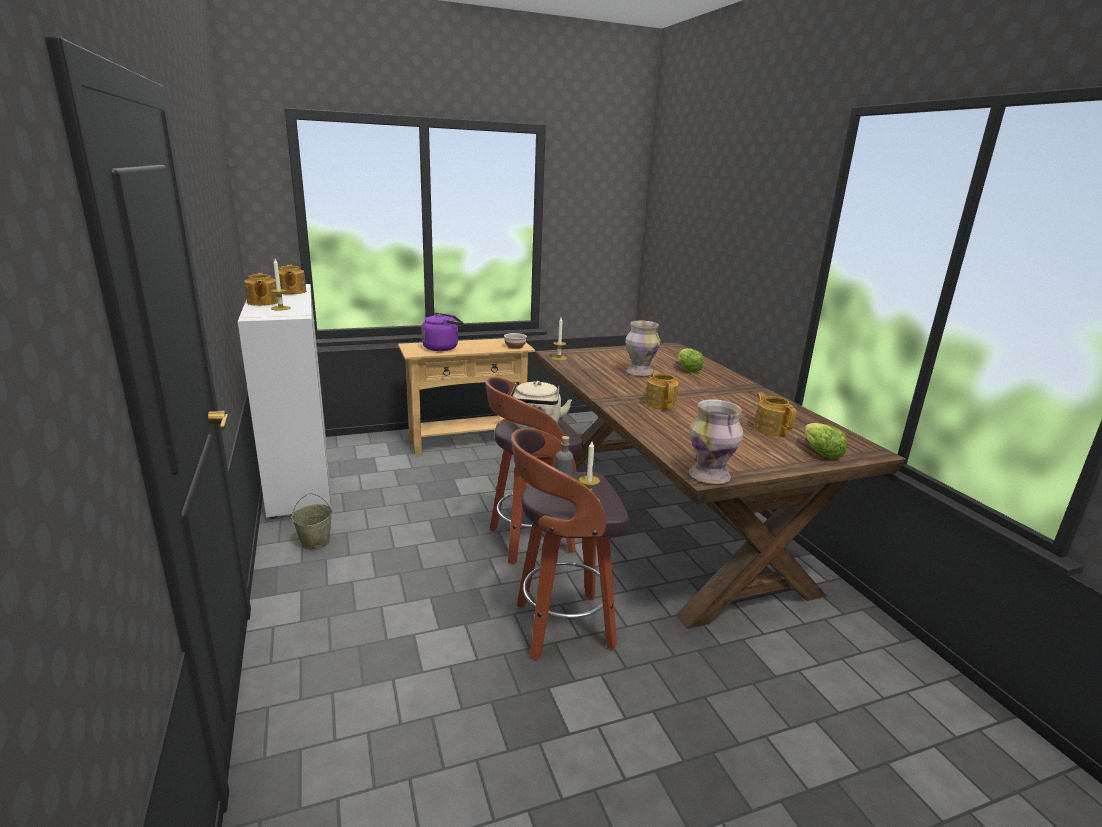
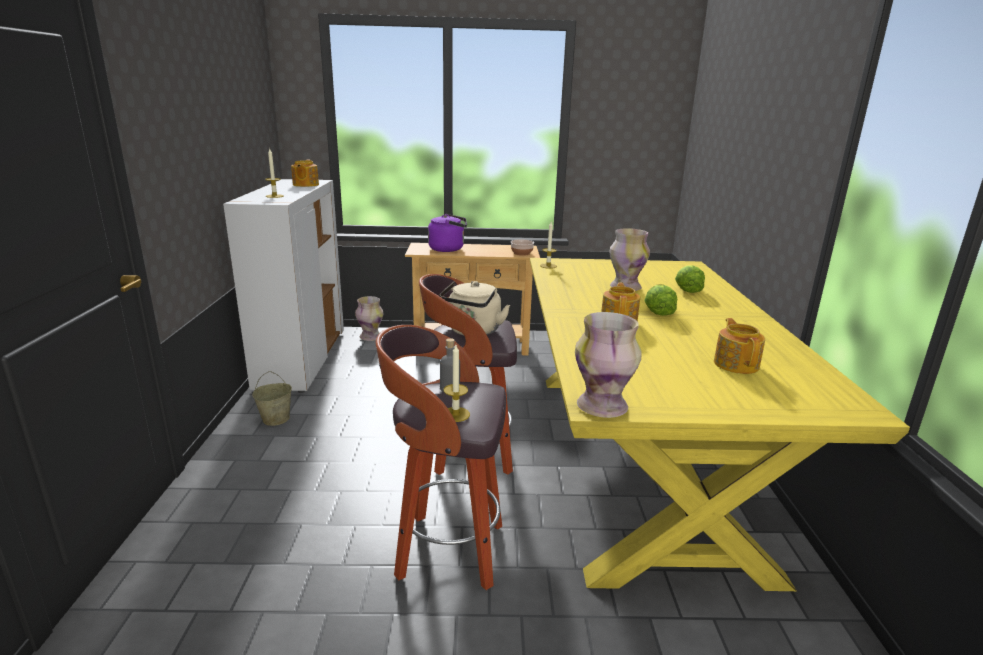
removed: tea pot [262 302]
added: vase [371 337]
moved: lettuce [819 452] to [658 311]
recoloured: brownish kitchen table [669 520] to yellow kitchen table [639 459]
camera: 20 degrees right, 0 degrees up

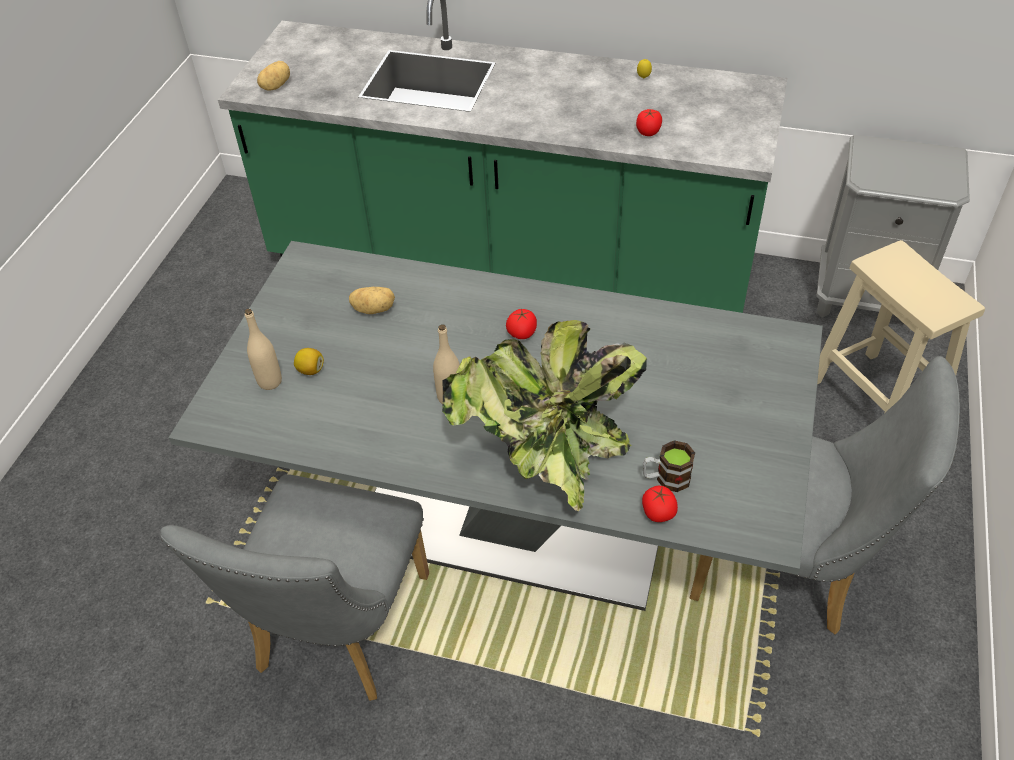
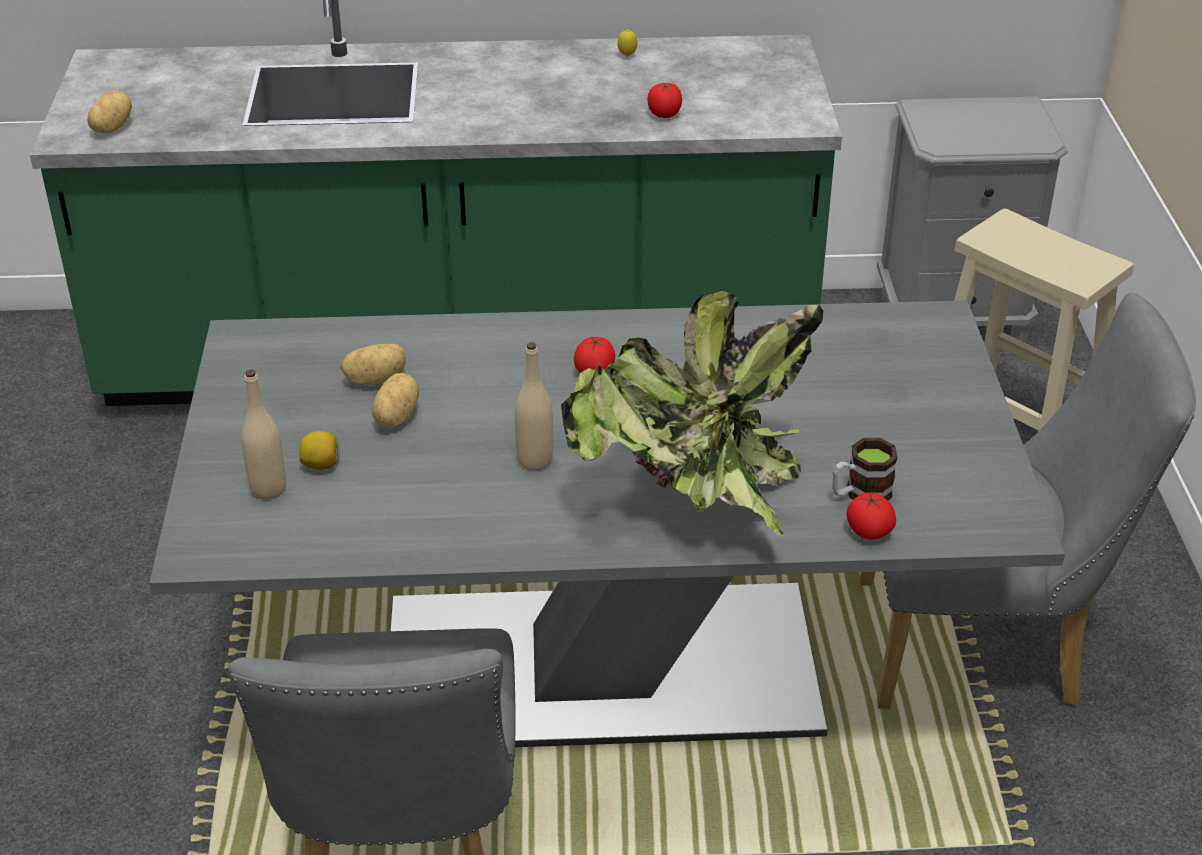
added: potato [394 417]
camera: 20 degrees left, 10 degrees down

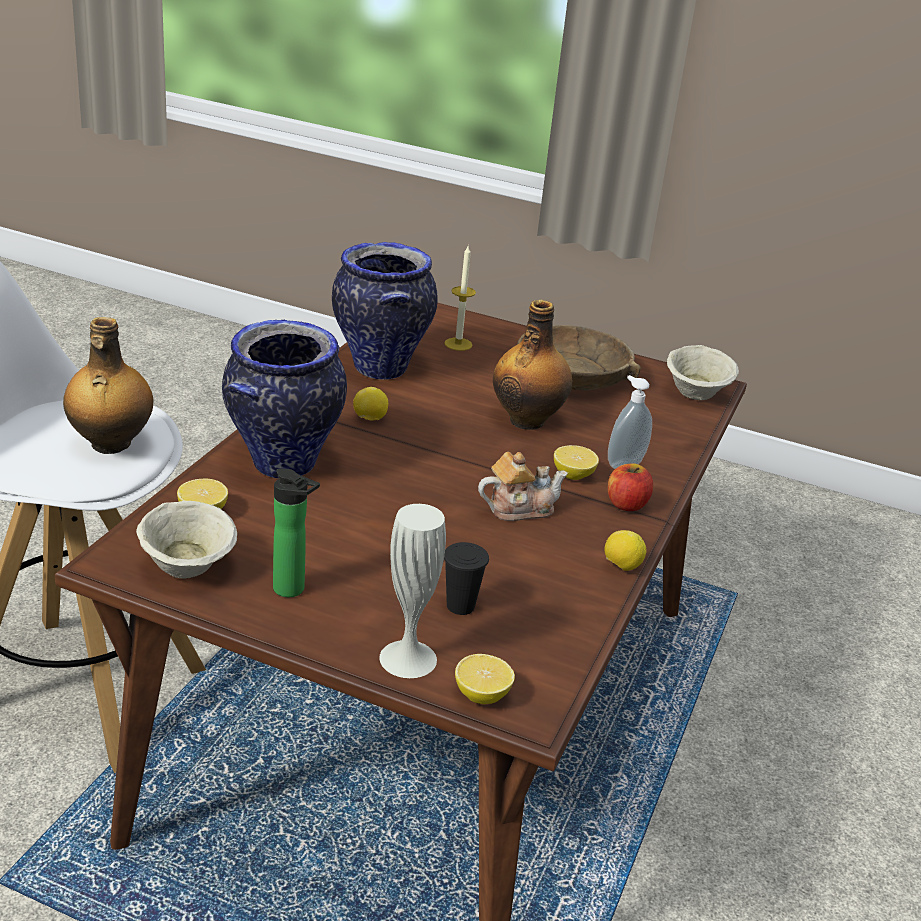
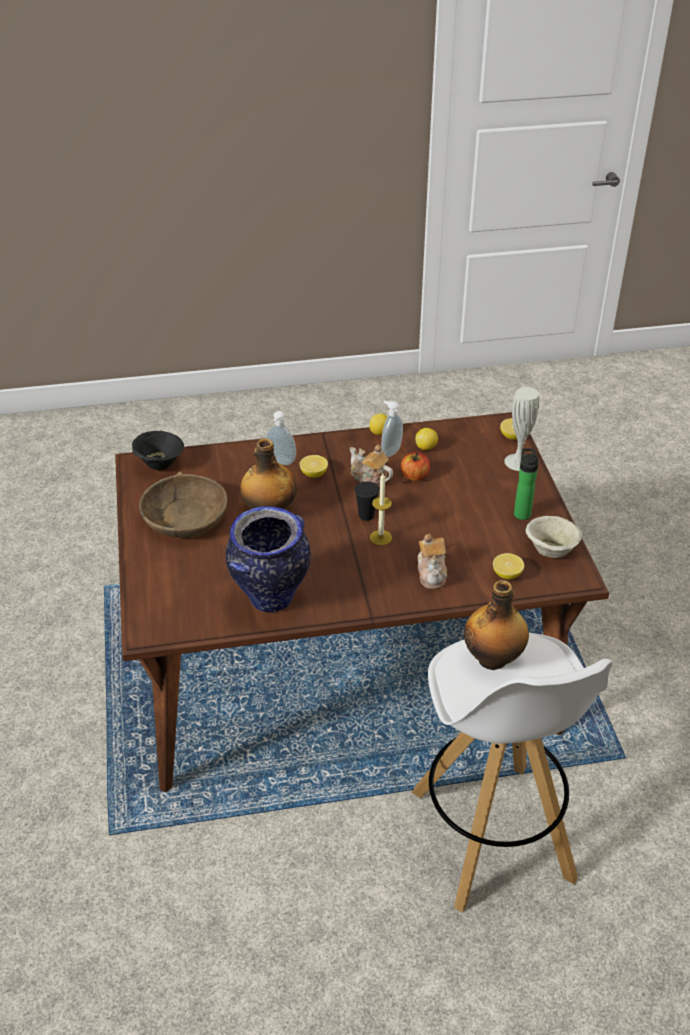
added: soap bottle [390 451]
moved: black cup [460 606] to [366 515]; wax candle [458 344] to [380 537]; apple fruit [626 504] to [414 476]; lemon [369 419] to [426 447]
replaced: vase [283 465] to tea pot [432 573]
recoloured: beige-coloured bowl [696 394] to black bowl [159 464]
camera: 120 degrees left, 10 degrees up

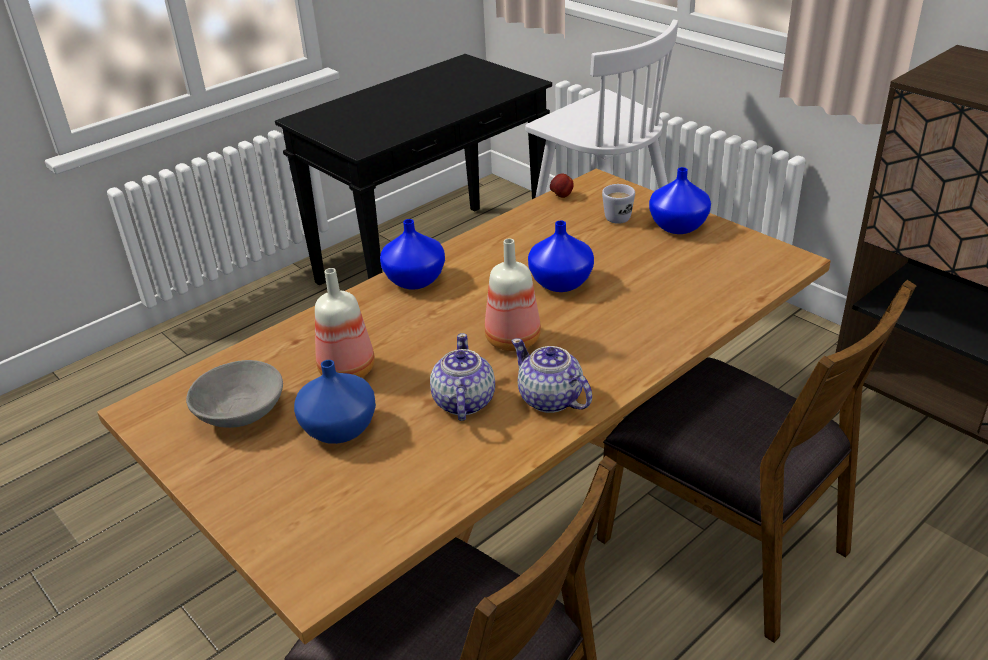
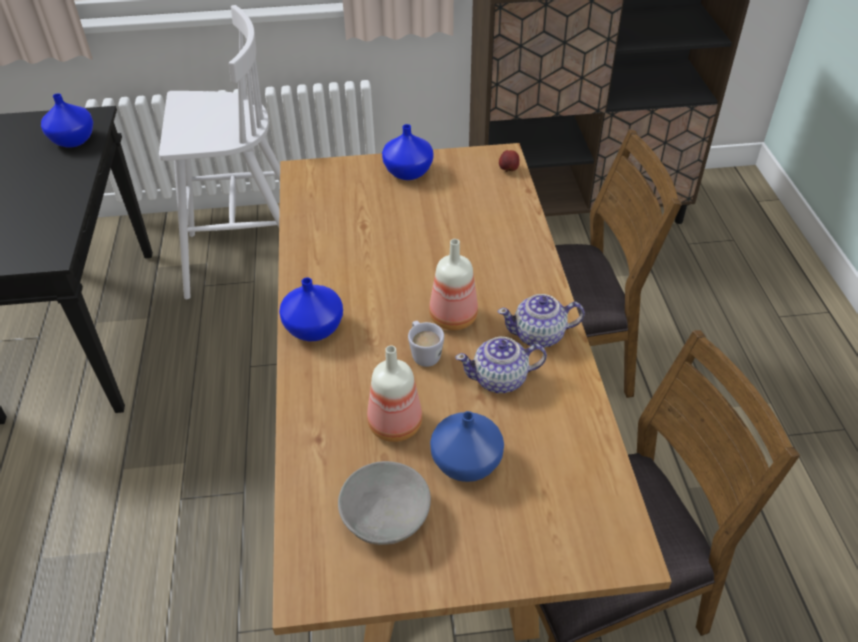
moved: bluish vase [562 282] to [74 140]; whitish mug [620 216] to [424 353]; apple fruit [561 196] to [508 170]
turned: tea pot [463 402] = [500 379] 45 degrees counterclockwise
camera: 55 degrees left, 10 degrees up

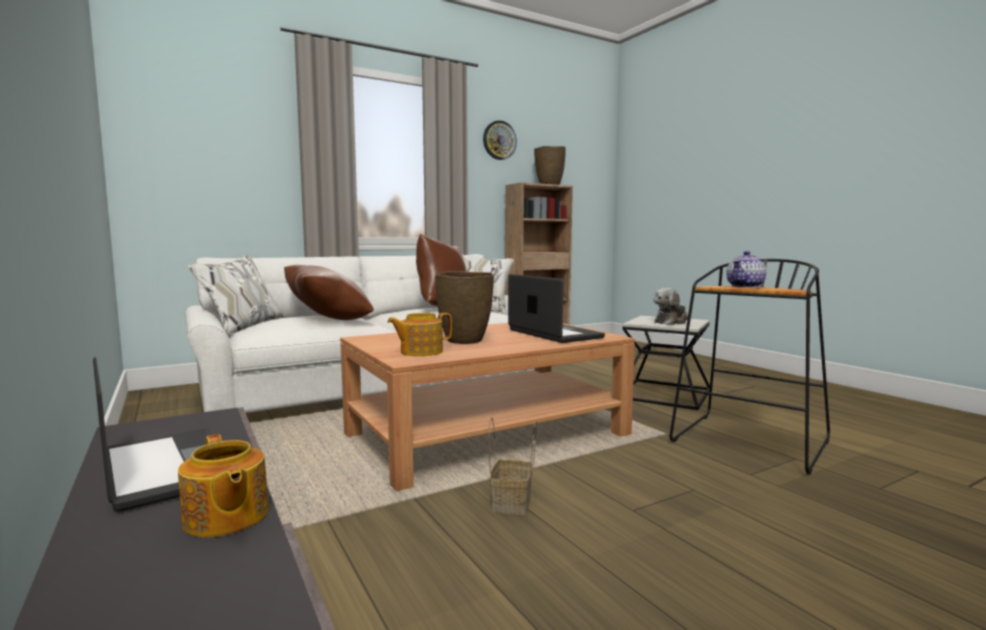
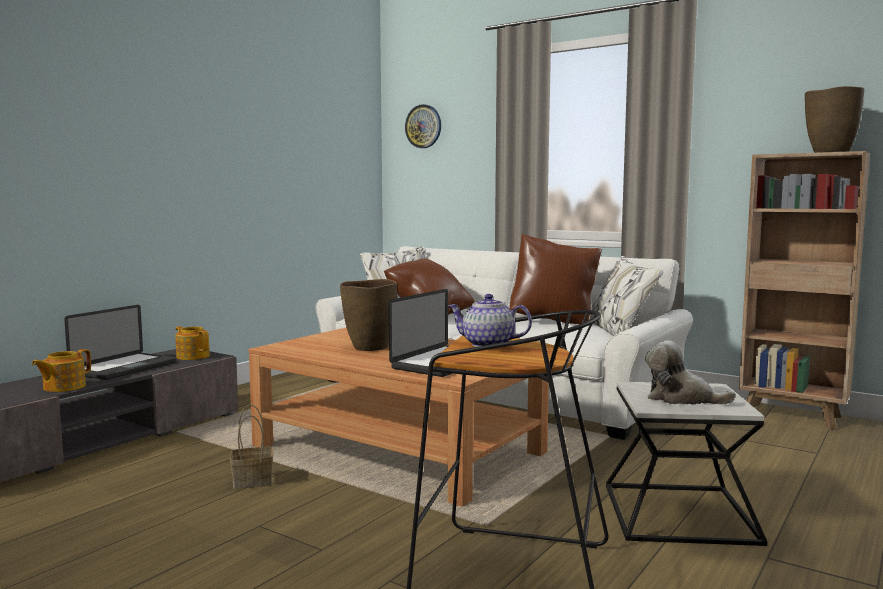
moved: tea pot [420 352] to [193 356]; wall clock [499 140] to [423 126]
camera: 65 degrees right, 0 degrees up

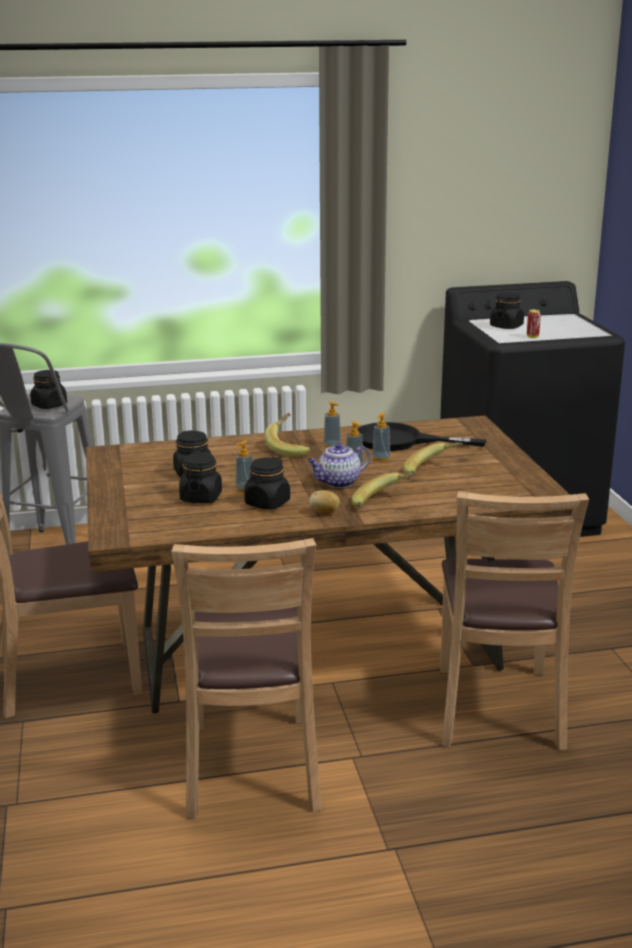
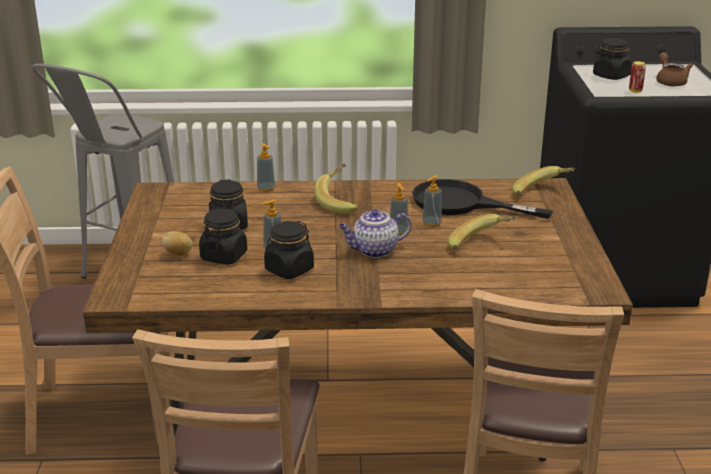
removed: black preserve jar [49 405]
added: brownish tea pot [670 81]
moved: potato [324 513] to [178 254]; soap bottle [332 446] to [266 189]; banana [383 503] to [542 193]
camera: 10 degrees right, 5 degrees up

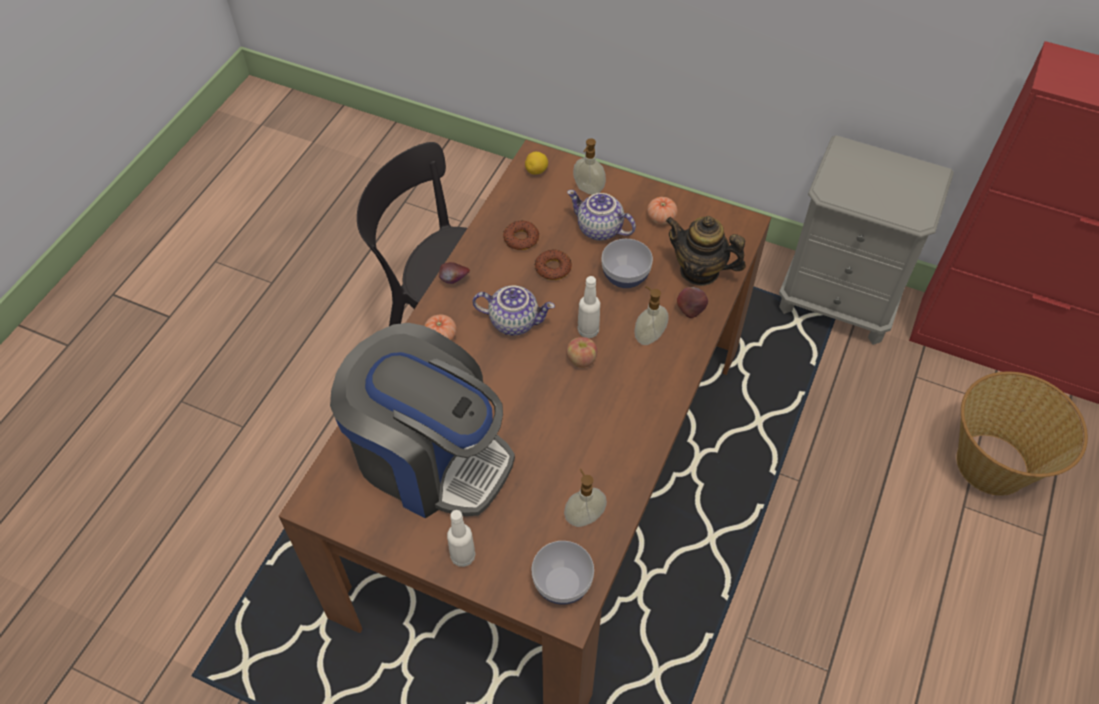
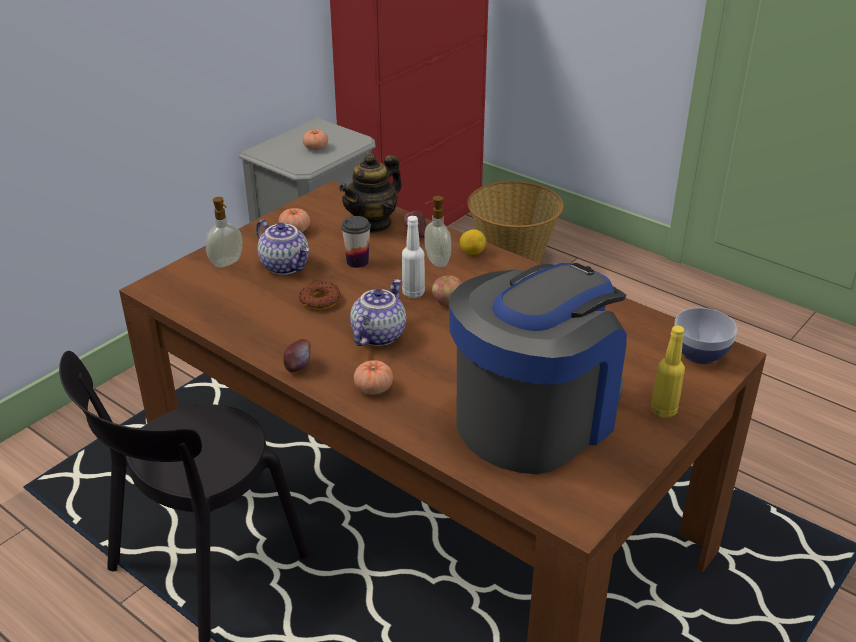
removed: donut [521 239]; soap bottle [584 517]
added: fresh tomato [316 148]
moved: lemon [536 171] to [472 253]
replaced: bowl [625 277] to cup [357 262]
recoloured: whitish beverage bottle [463 556] to yellow beverage bottle [664 410]
turned: tea pot [598 229] = [286 266] 90 degrees counterclockwise
camera: 75 degrees left, 20 degrees down

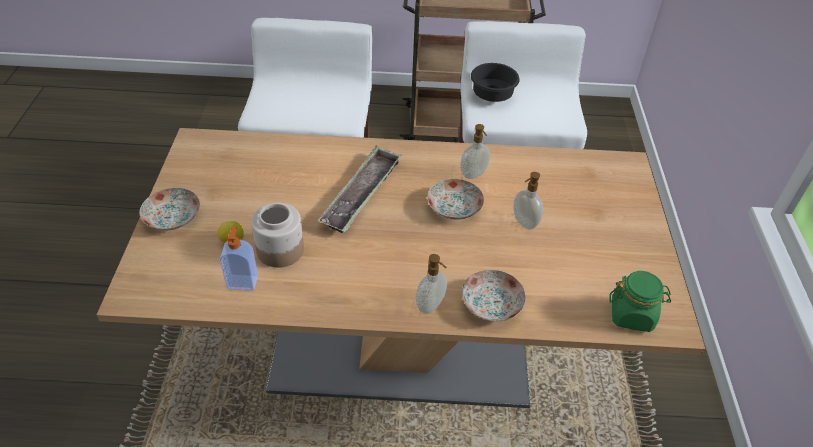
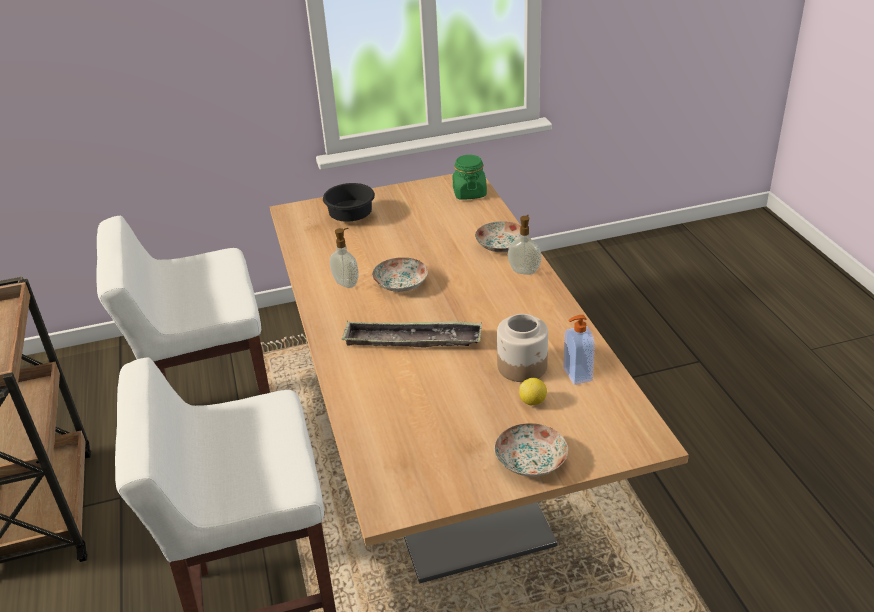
removed: soap bottle [524 223]
moved: black bowl [493 96] to [352 216]
camera: 105 degrees left, 10 degrees down

